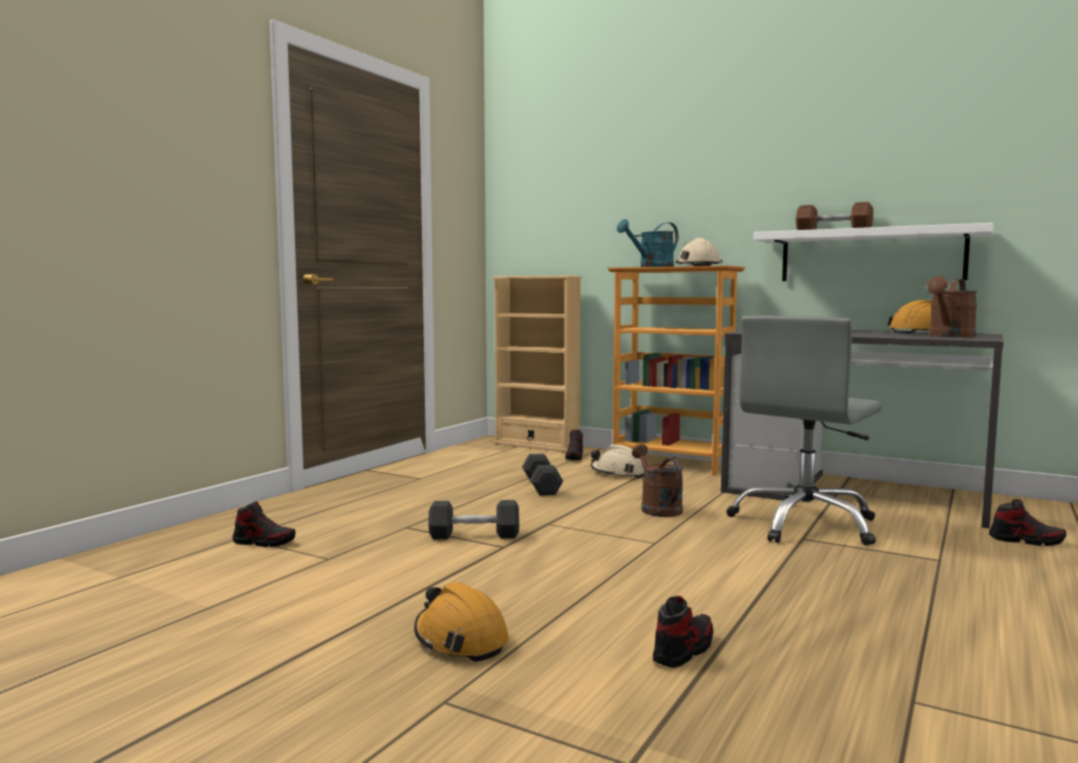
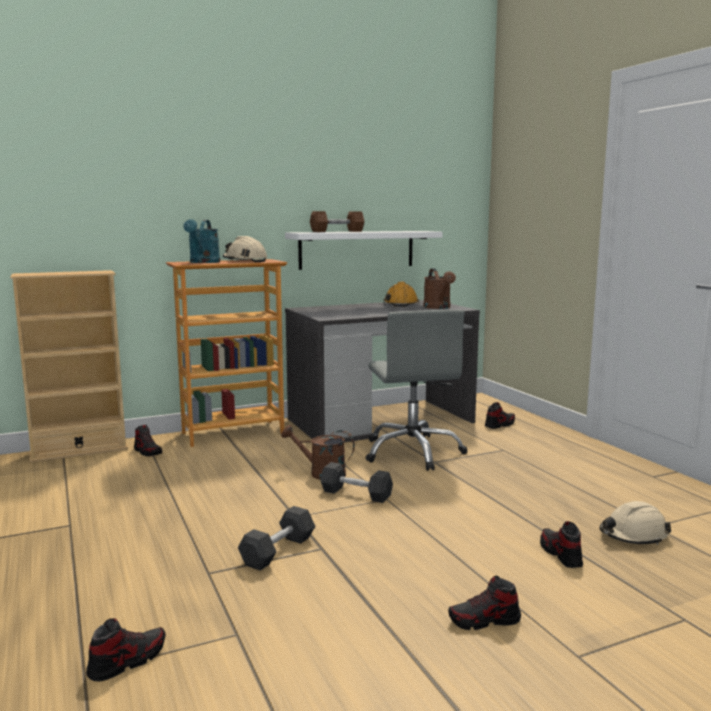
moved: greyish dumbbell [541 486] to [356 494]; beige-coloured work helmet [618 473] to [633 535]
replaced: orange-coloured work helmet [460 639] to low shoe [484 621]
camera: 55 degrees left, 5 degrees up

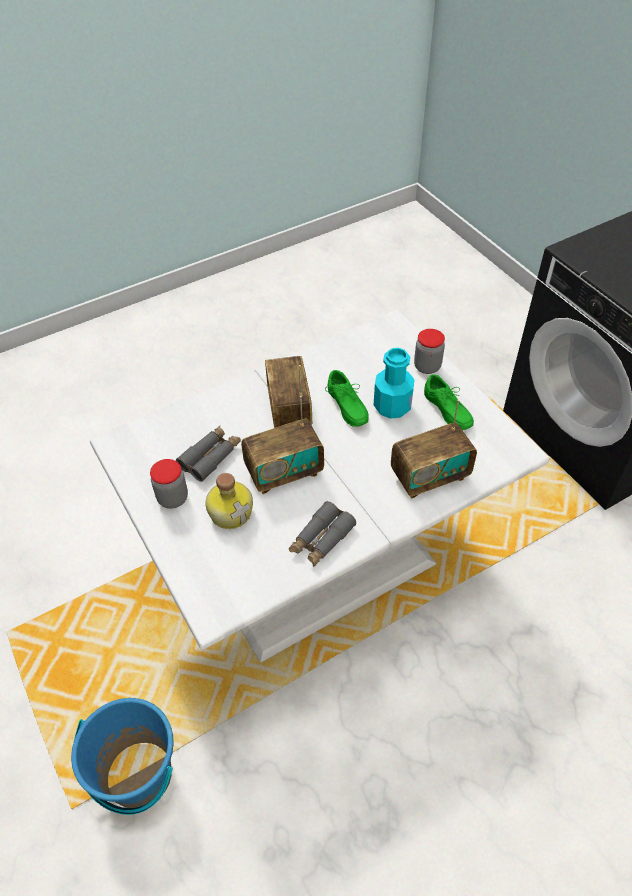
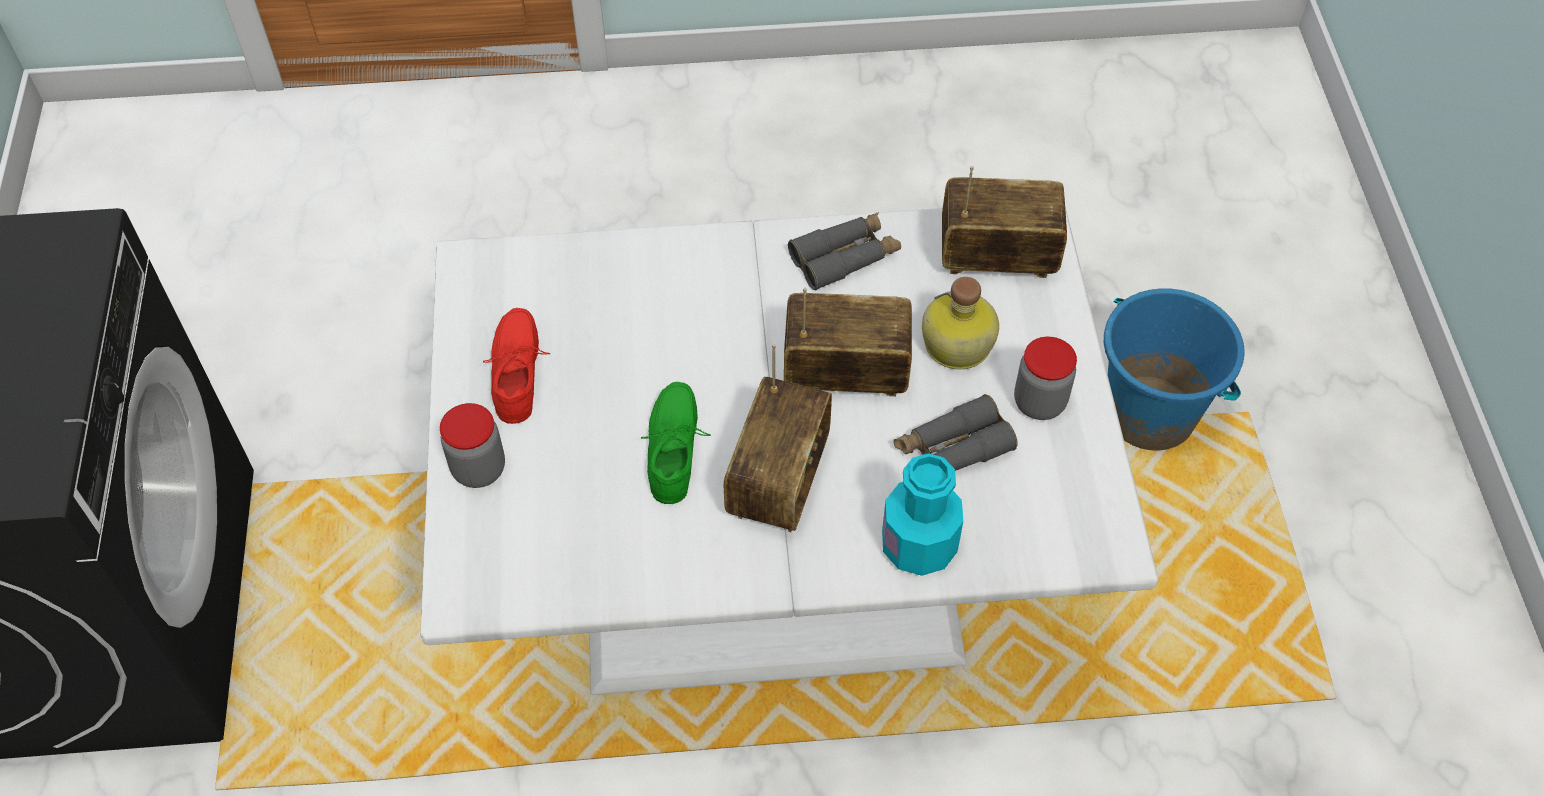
moved: turquoise-coloured beverage bottle [392 406] to [918 546]; radio receiver [429 477] to [997 258]
recoloured: greenish low shoe [445 411] to red low shoe [521 371]
camera: 155 degrees left, 5 degrees up

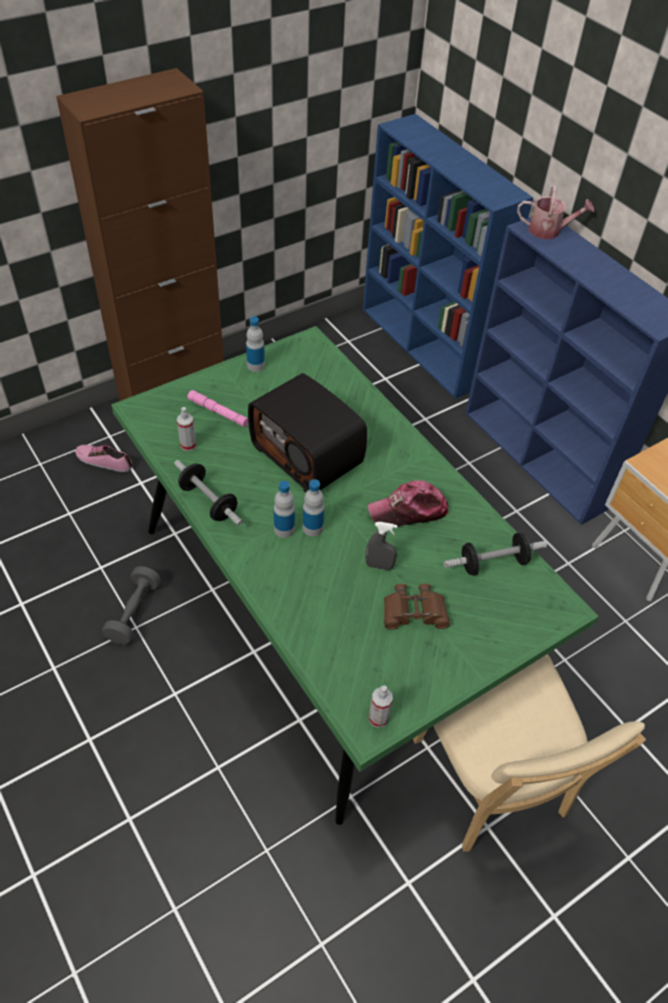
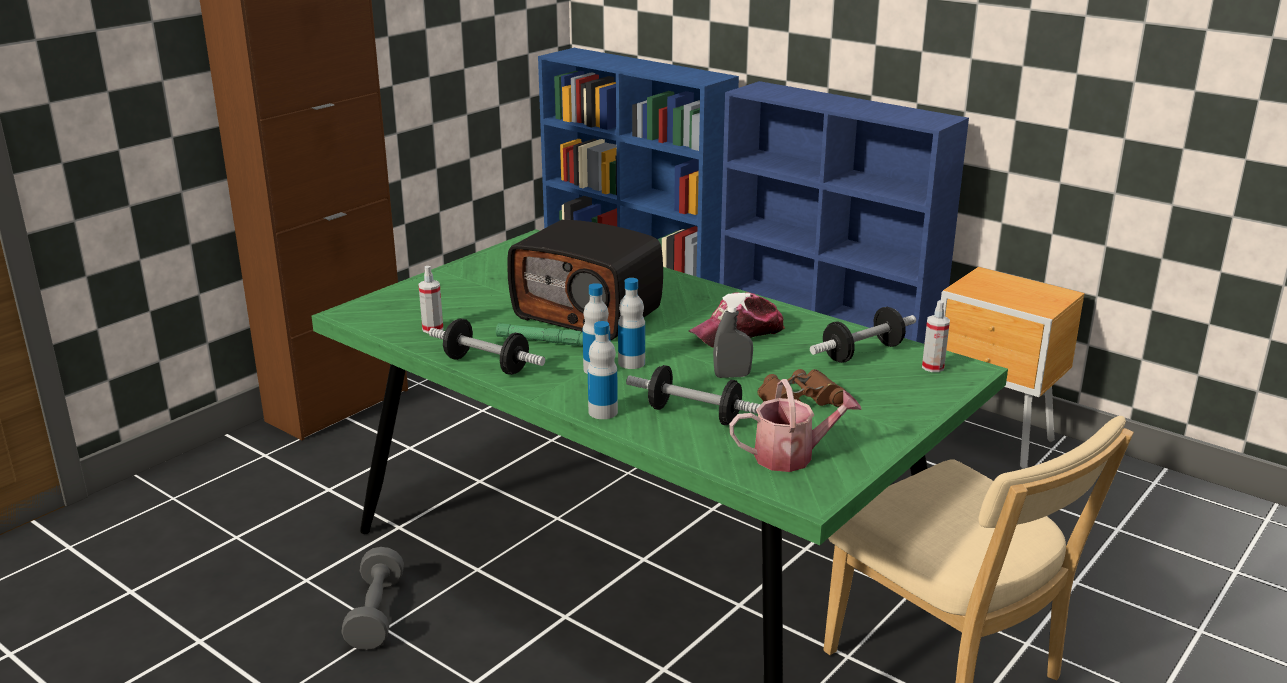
removed: low shoe [104 461]; pinkish hand torch [218 412]
added: greenish hand torch [544 341]; dumbbell [694 415]
moved: beverage bottle [255 365] to [603 412]; watering can [549 231] to [792 456]; hand sprayer [378 718] to [933 367]
camera: 15 degrees left, 25 degrees down

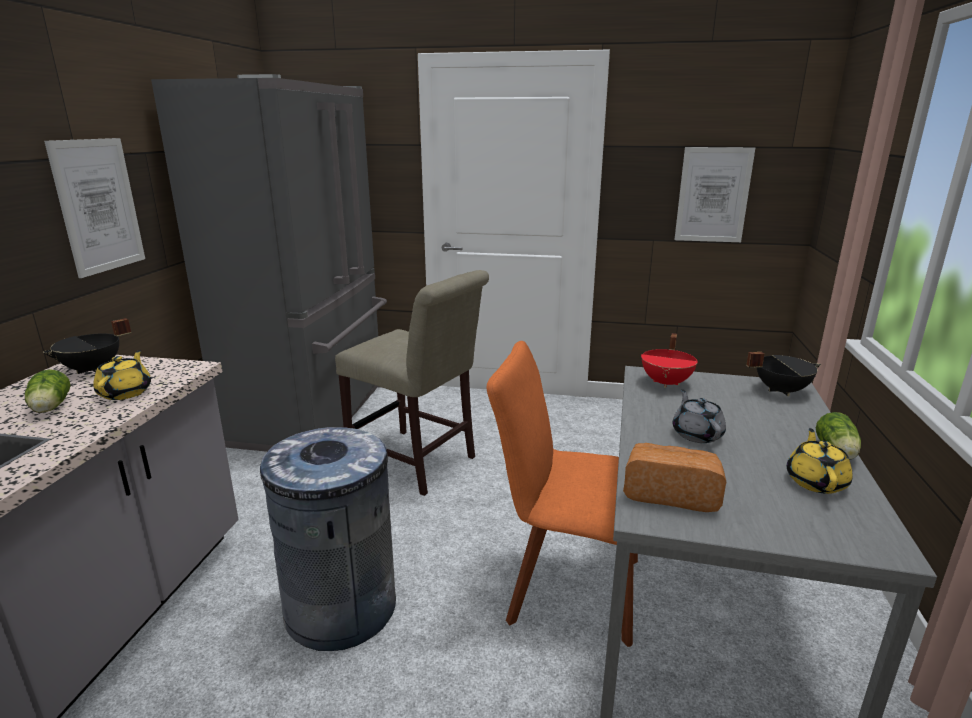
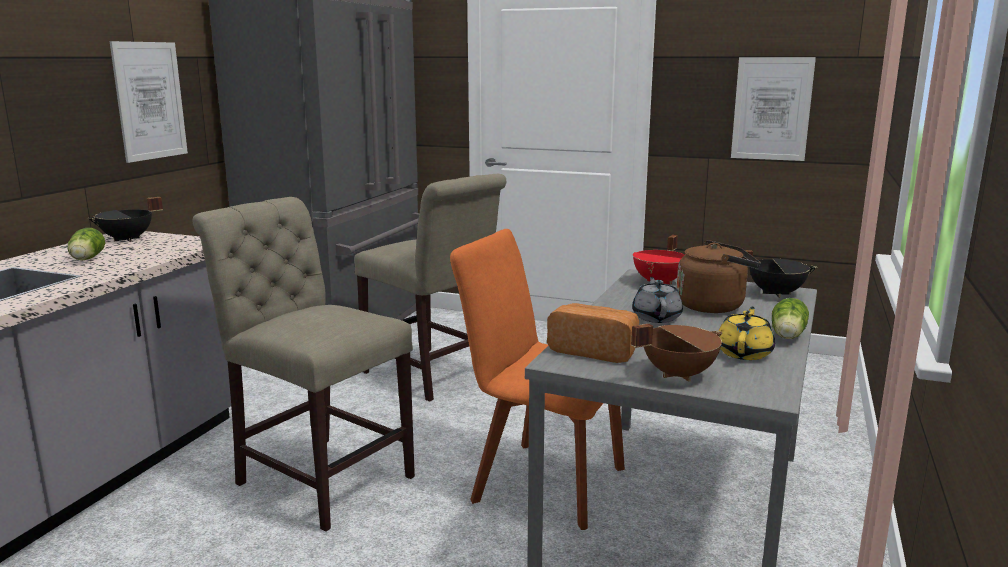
removed: yellow tea pot [126 392]
added: brownish stockpot [677 374]; brownish tea kettle [714 306]
replaced: greyish rubbish bin [341 608] to beige-coloured plain chair [319 476]
camera: 10 degrees right, 5 degrees down

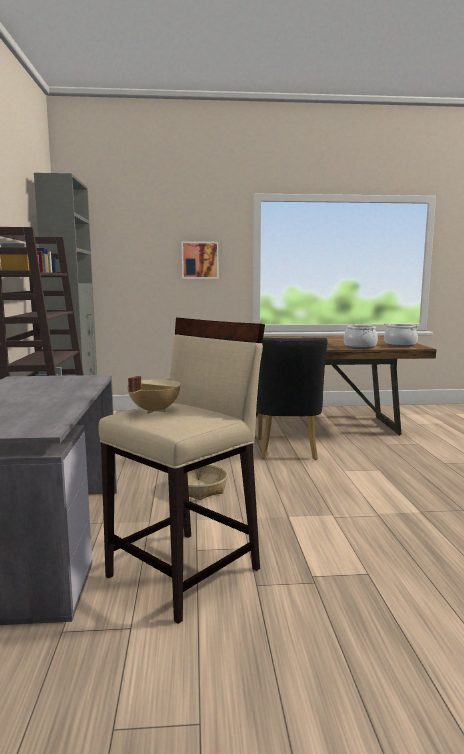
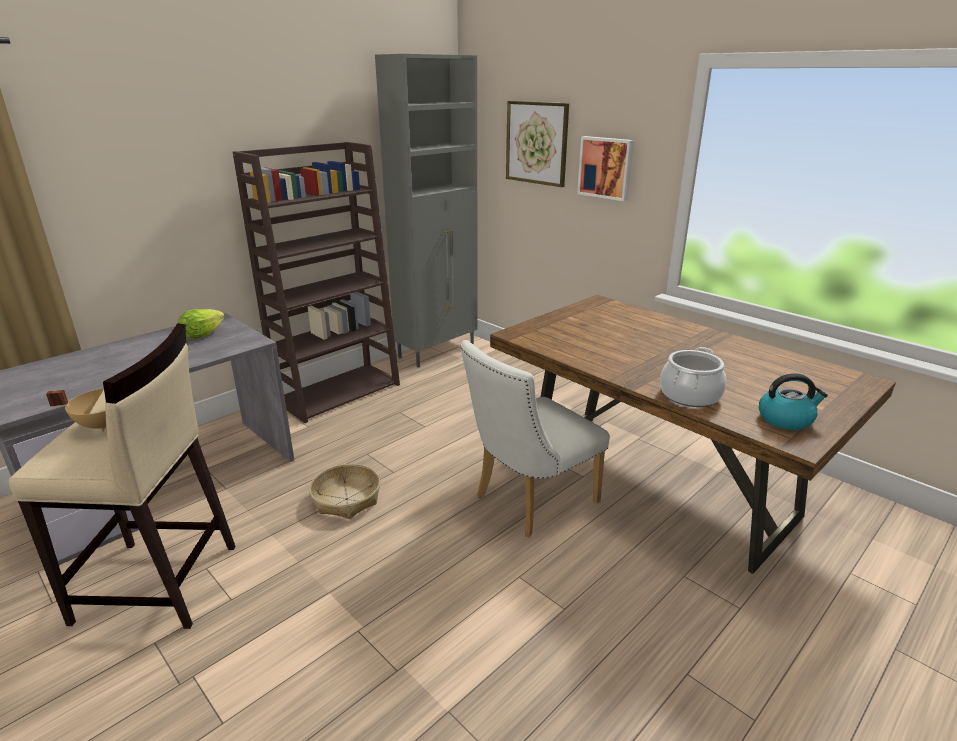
added: lettuce [202 335]; wall picture [537 143]
replaced: stockpot [400 345] to tea kettle [786 419]
recoloured: black plain chair [287 451] to whitish plain chair [529 502]
camera: 50 degrees right, 15 degrees up

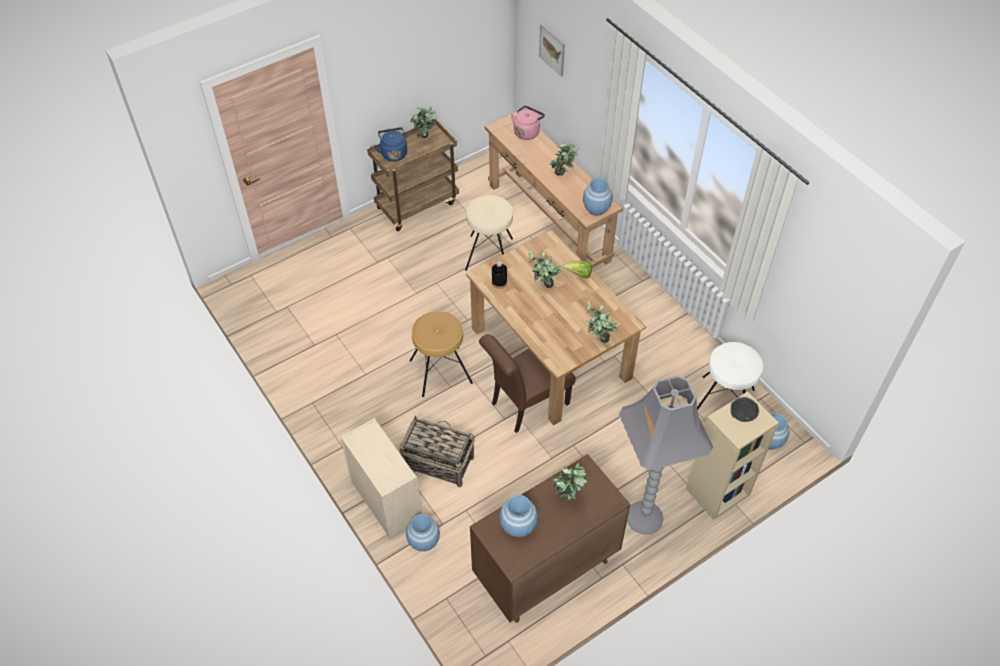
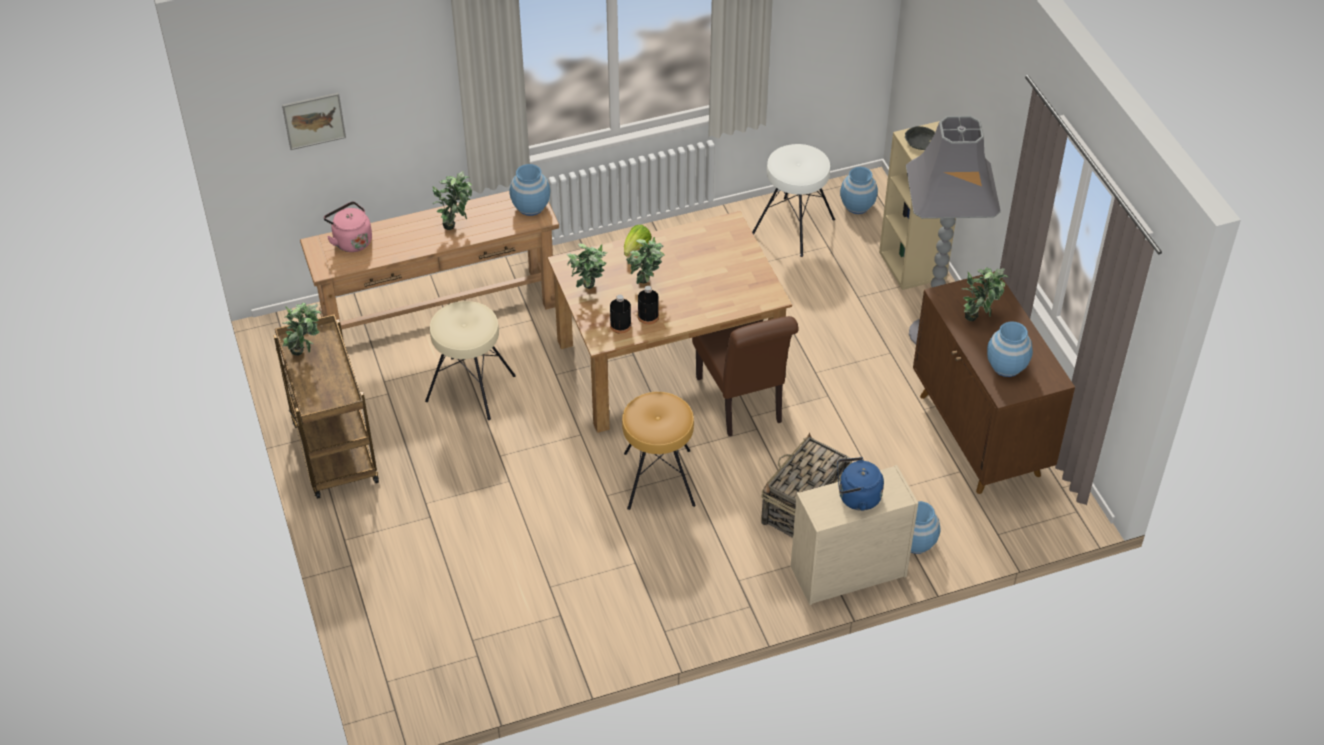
added: black beverage bottle [648 316]
moved: potted plant [598 341] to [589 291]; bluish tea kettle [393 153] to [856 498]
camera: 75 degrees left, 5 degrees down

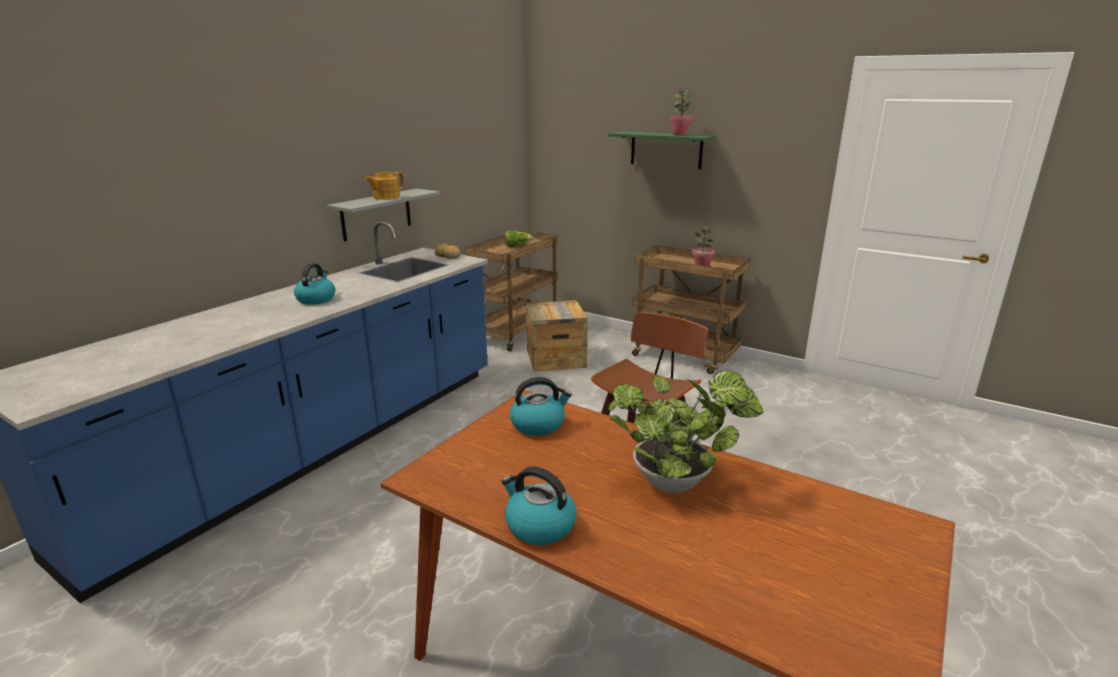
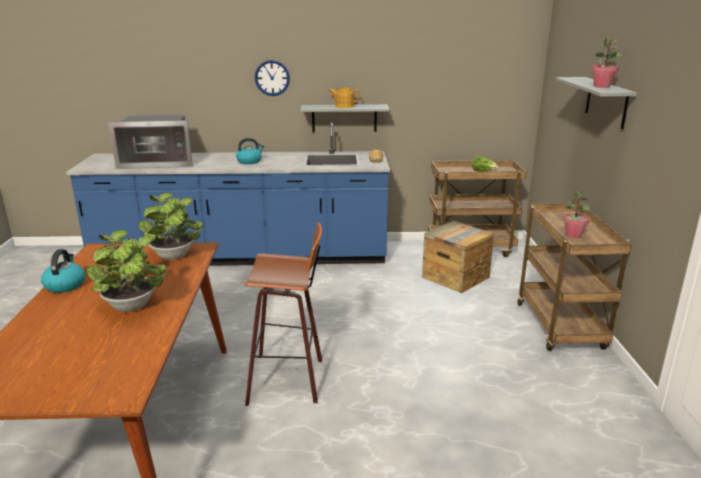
added: microwave [158 162]; wall clock [272 78]
replaced: tea kettle [538 424] to potted plant [174 257]
recoloured: greenish wall shelf [666 150] to greyish wall shelf [606 102]
camera: 55 degrees right, 0 degrees up

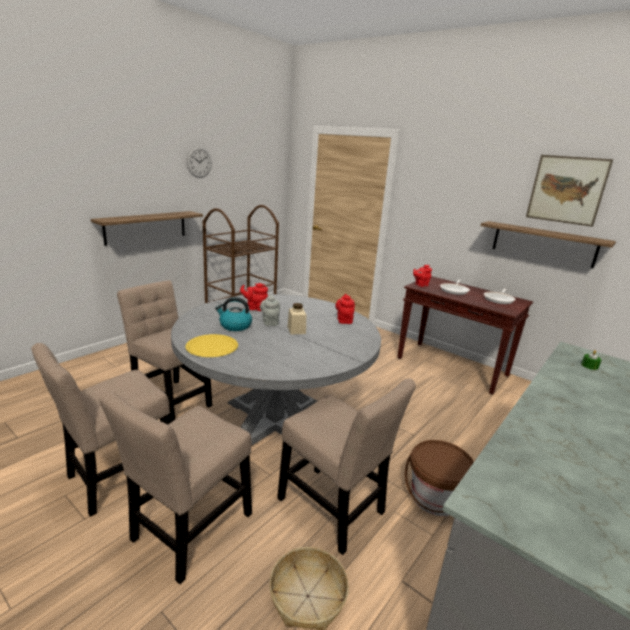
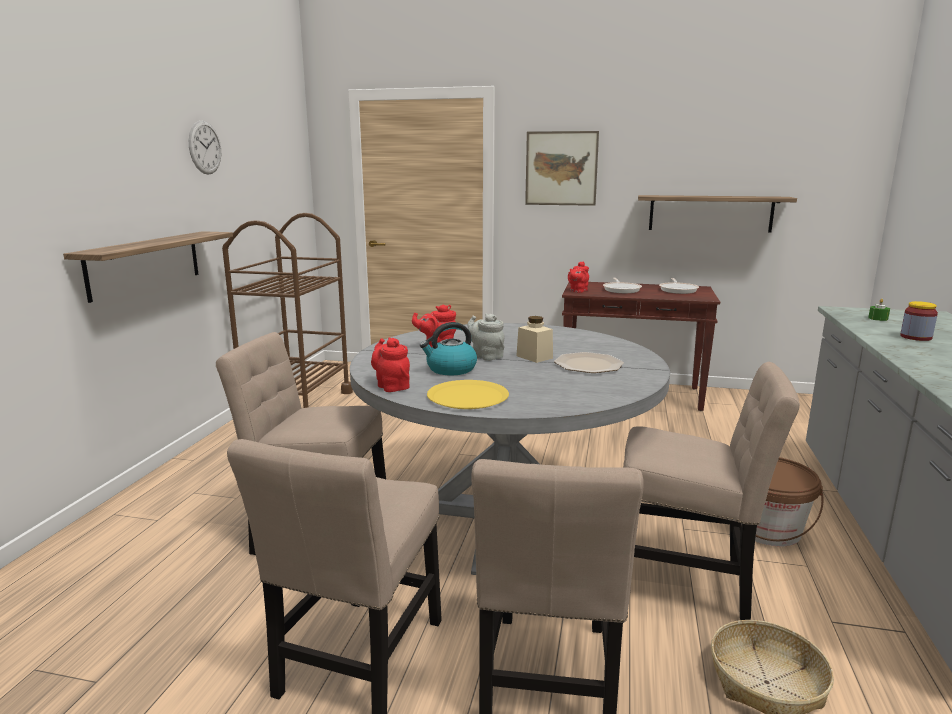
added: flat dish [588 365]; preserve jar [915 337]
moved: red tea pot [344 320] to [391 386]; wall picture [566 190] to [561 168]
camera: 25 degrees left, 5 degrees down

